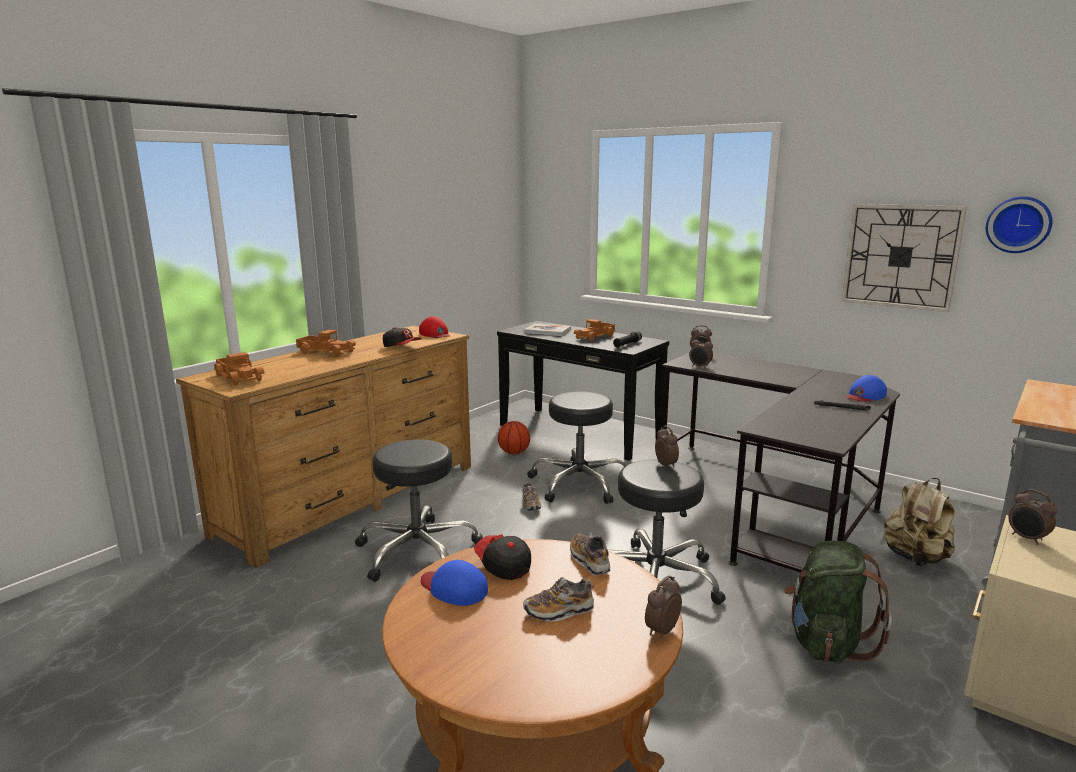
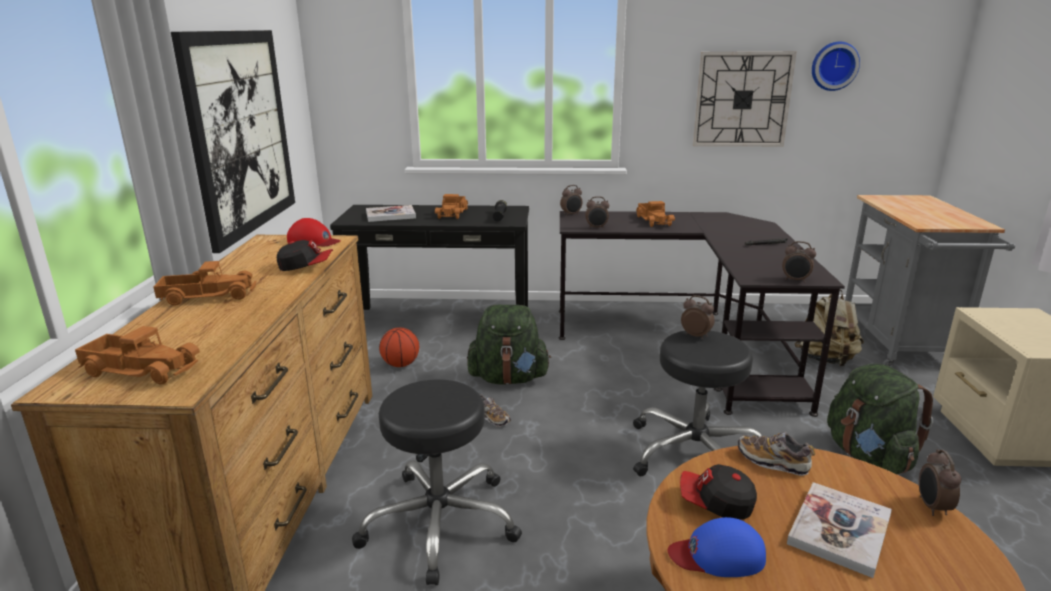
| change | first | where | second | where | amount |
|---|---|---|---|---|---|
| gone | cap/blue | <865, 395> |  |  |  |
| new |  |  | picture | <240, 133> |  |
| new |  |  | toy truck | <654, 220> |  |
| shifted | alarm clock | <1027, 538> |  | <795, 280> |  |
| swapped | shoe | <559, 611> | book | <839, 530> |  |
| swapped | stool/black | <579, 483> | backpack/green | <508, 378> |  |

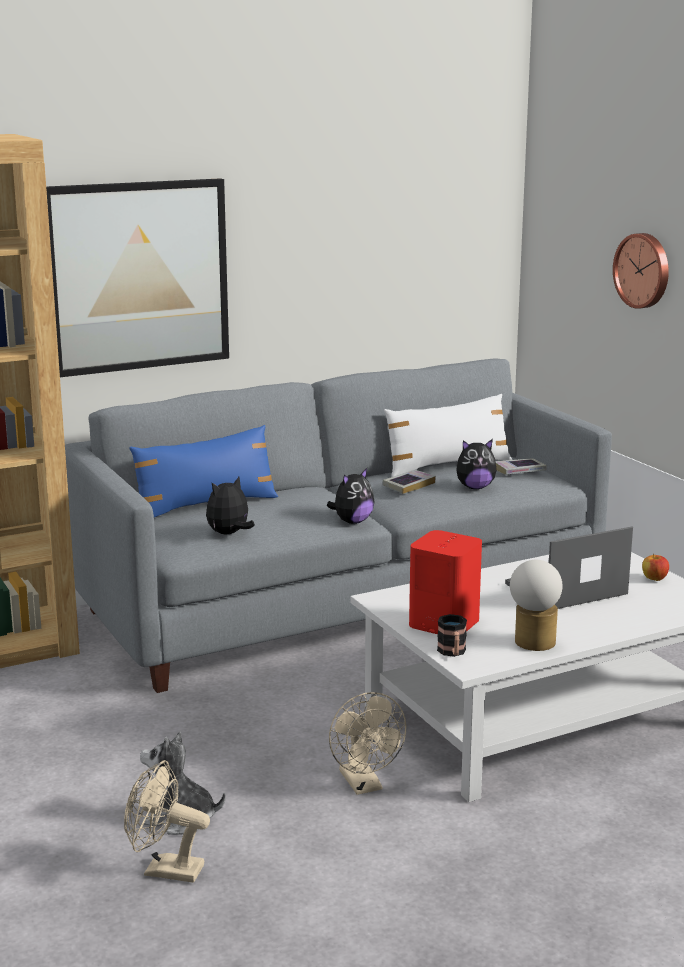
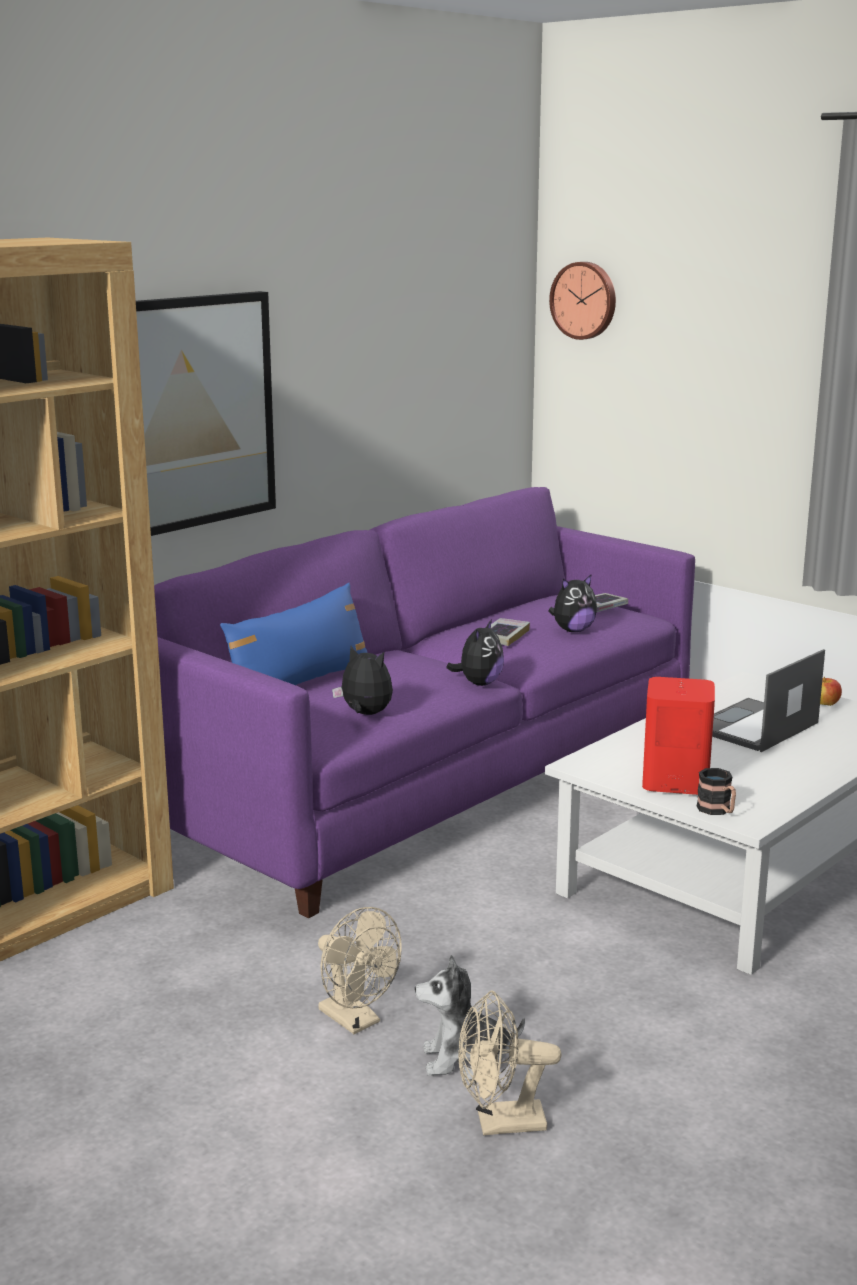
| change | first | where | second | where | amount |
|---|---|---|---|---|---|
| gone | pillow/white | <447, 465> |  |  |  |
| gone | table lamp | <532, 644> |  |  |  |
| shifted | fan/beige | <364, 785> |  | <356, 1021> |  |
| shifted | wall clock | <643, 270> |  | <584, 300> |  |
| repainted | sofa/grey | <342, 602> | sofa/purple | <428, 780> |  |
| rotated | plush toy | <229, 534> |  | <365, 714> | 90 degrees clockwise |

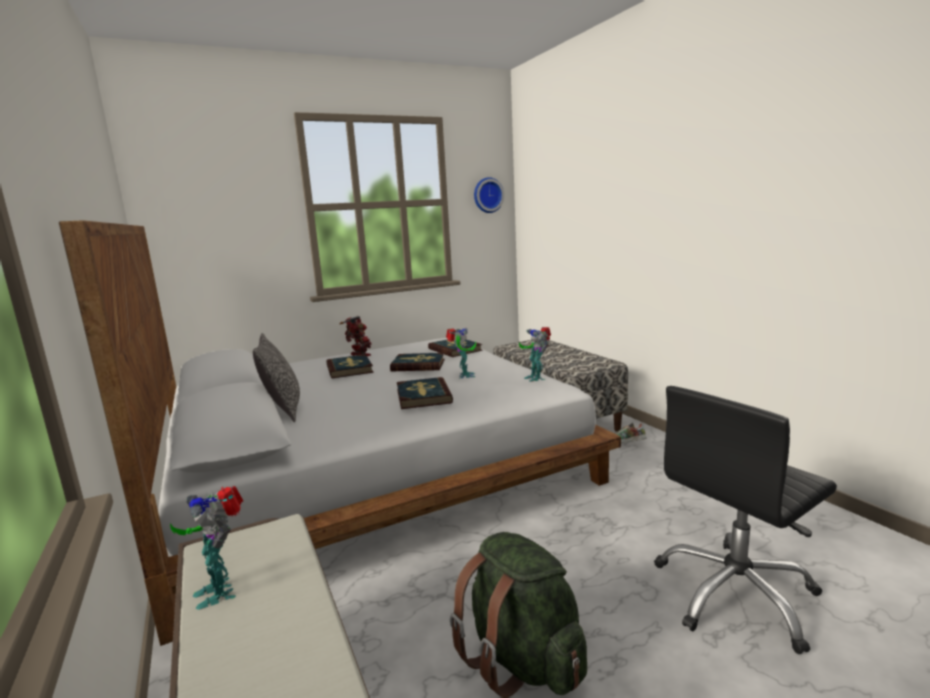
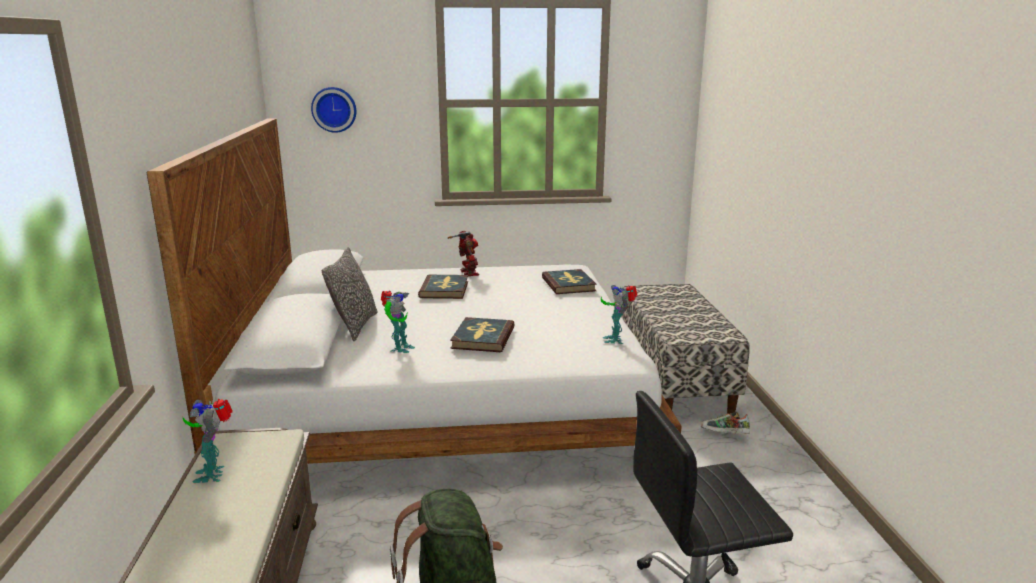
| change | first | where | second | where | amount |
|---|---|---|---|---|---|
| gone | book | <418, 365> |  |  |  |
| shifted | toy robot | <464, 375> |  | <399, 348> |  |
| shifted | wall clock | <487, 195> |  | <334, 109> |  |

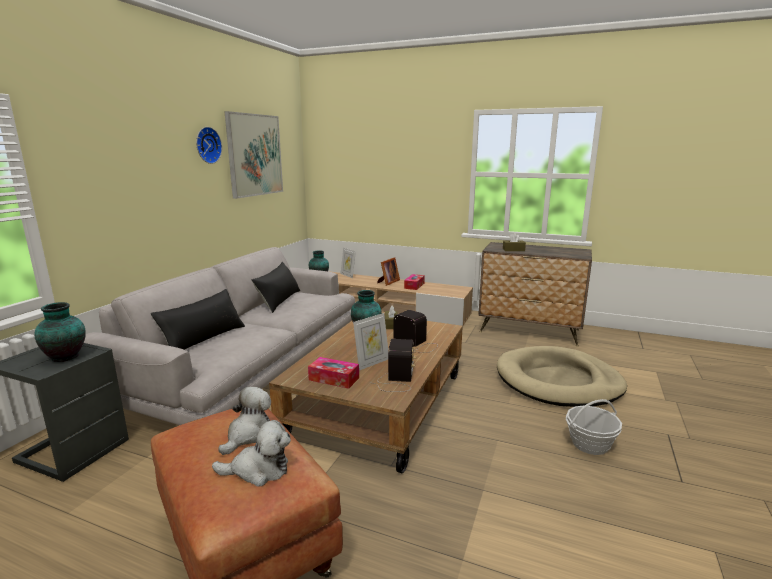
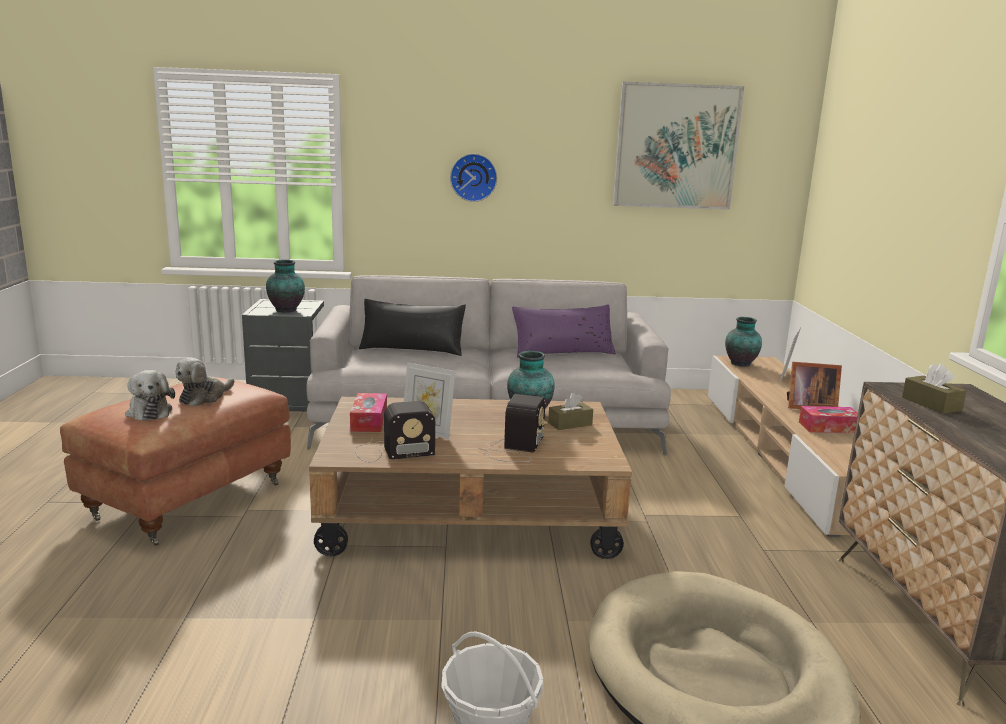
| change | first | where | second | where | amount |
|---|---|---|---|---|---|
| shifted | wall clock | <207, 145> |  | <473, 177> |  |
| repainted | pillow/black | <278, 300> | pillow/purple | <562, 352> |  |
| rotated | plush toy | <248, 435> |  | <204, 397> | 120 degrees clockwise |

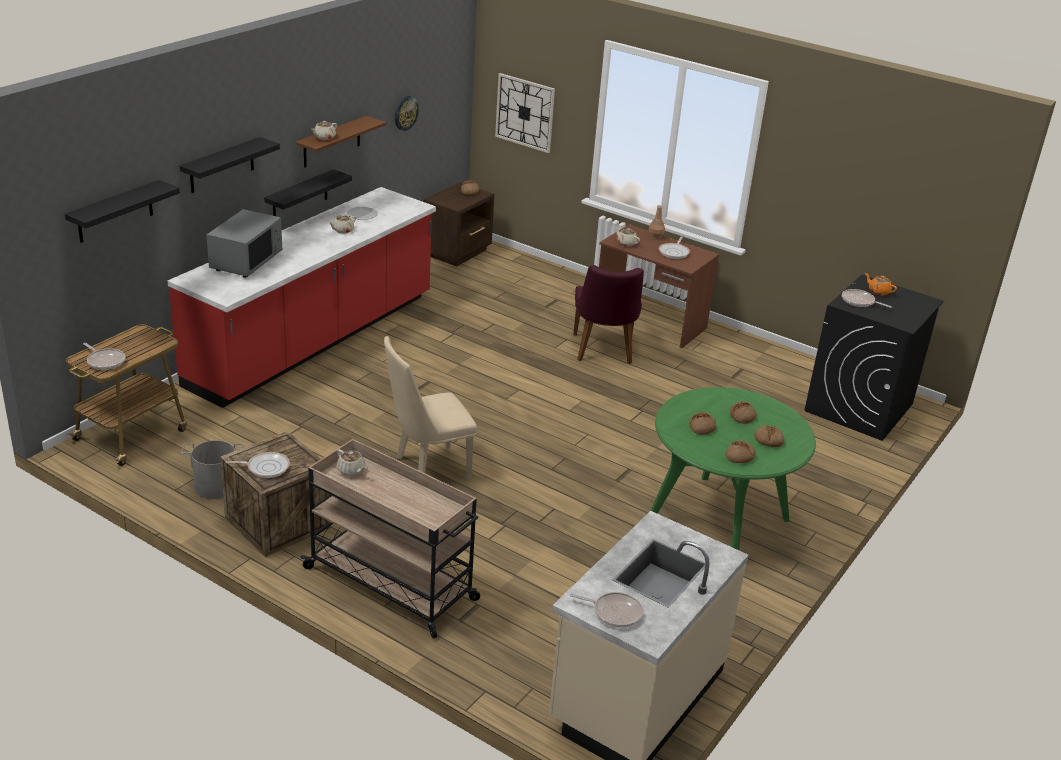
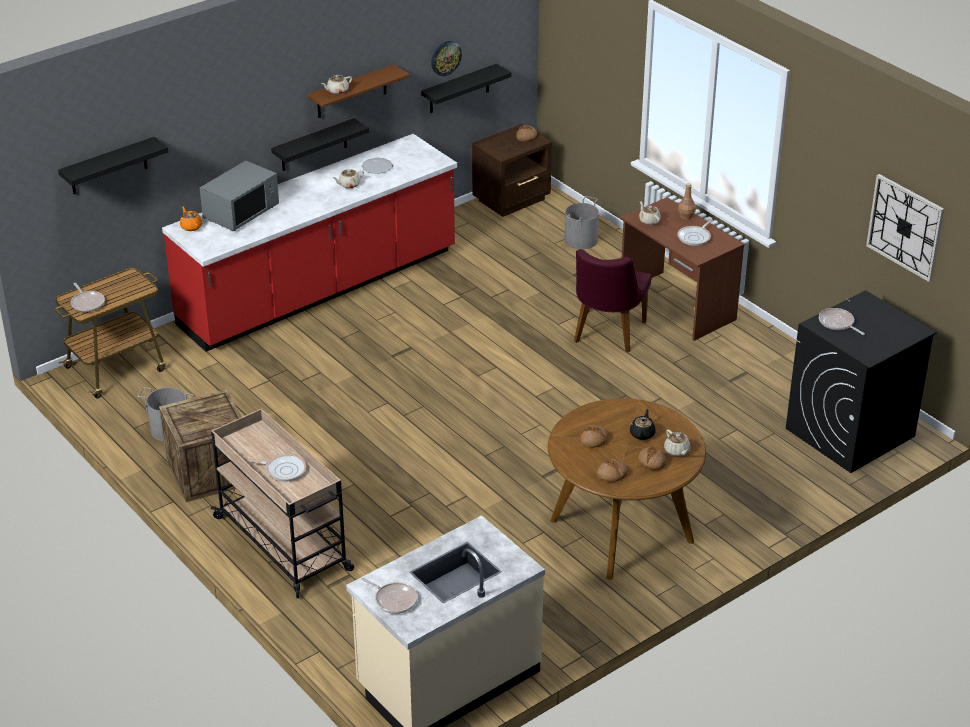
| change | first | where | second | where | amount |
|---|---|---|---|---|---|
| gone | chair/beige | <426, 469> |  |  |  |
| new |  |  | bucket/grey | <581, 240> |  |
| shifted | shelf/black | <222, 165> |  | <459, 89> |  |
| shifted | frying pan | <265, 467> |  | <283, 470> |  |
| shifted | teapot/beige | <351, 471> |  | <677, 451> |  |
| shifted | wall clock | <525, 112> |  | <905, 227> |  |
| shifted | teapot/orange | <878, 291> |  | <191, 226> |  |
| swapped | bread | <742, 416> | teapot/black | <642, 434> |  |
| repainted | dining table/green | <718, 519> | dining table/brown | <621, 530> |  |

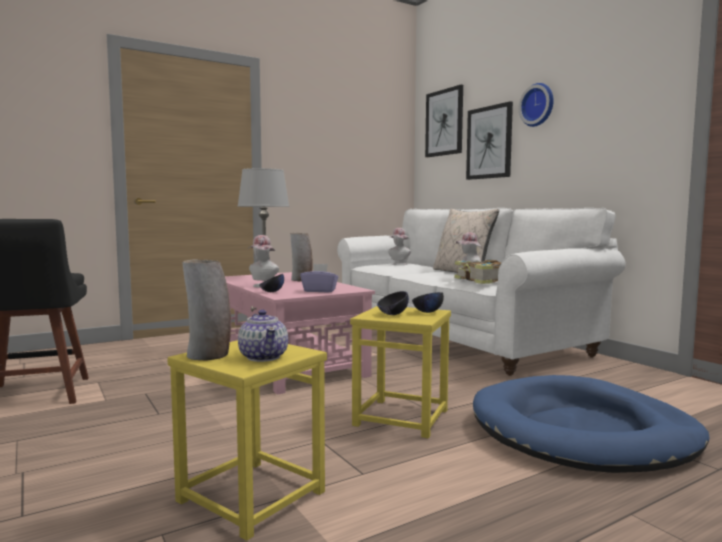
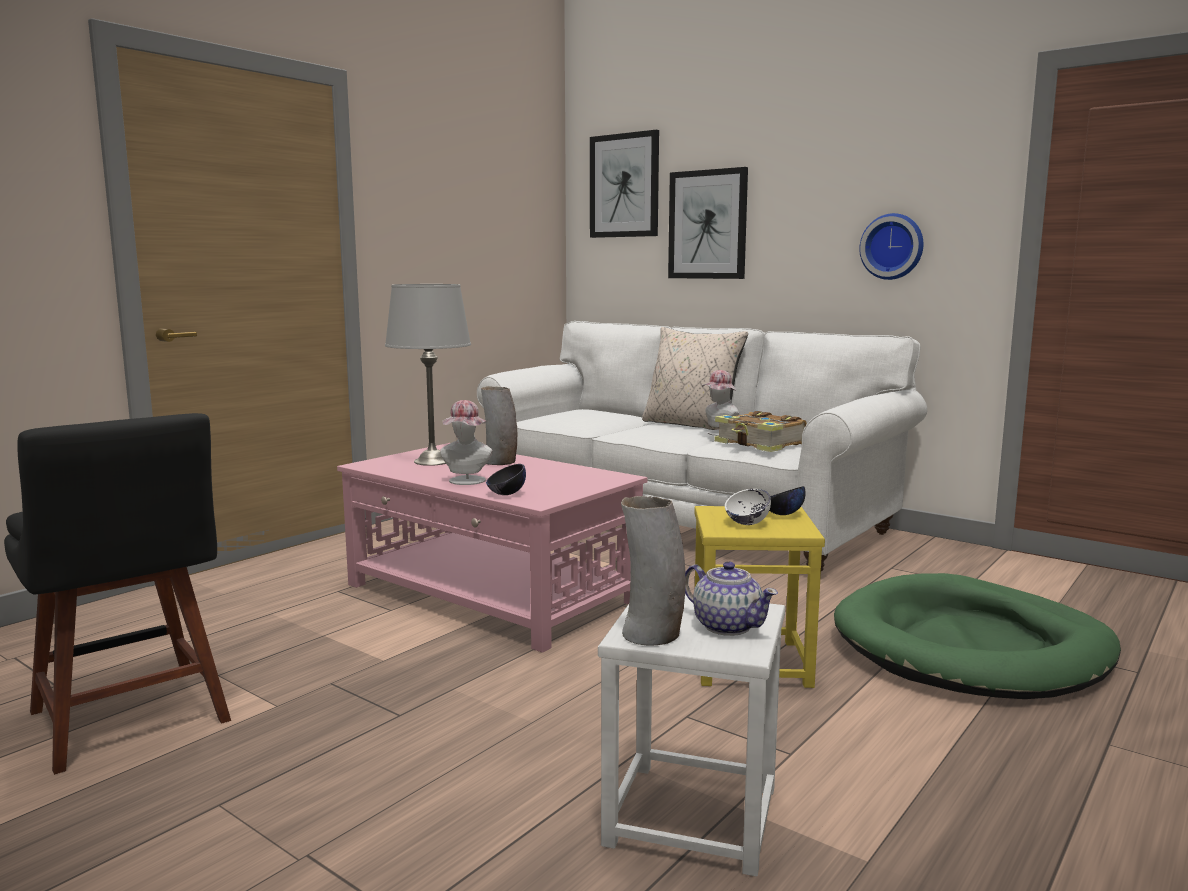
| change | first | where | second | where | amount |
|---|---|---|---|---|---|
| gone | tissue box/purple | <319, 291> |  |  |  |
| gone | hat | <398, 264> |  |  |  |
| shifted | wall clock | <538, 105> |  | <893, 246> |  |
| repainted | stool/yellow | <250, 497> | stool/white | <691, 817> |  |
| repainted | bowl/black | <392, 314> | bowl/white | <747, 524> |  |
| repainted | dog bed/blue | <582, 431> | dog bed/green | <971, 647> |  |

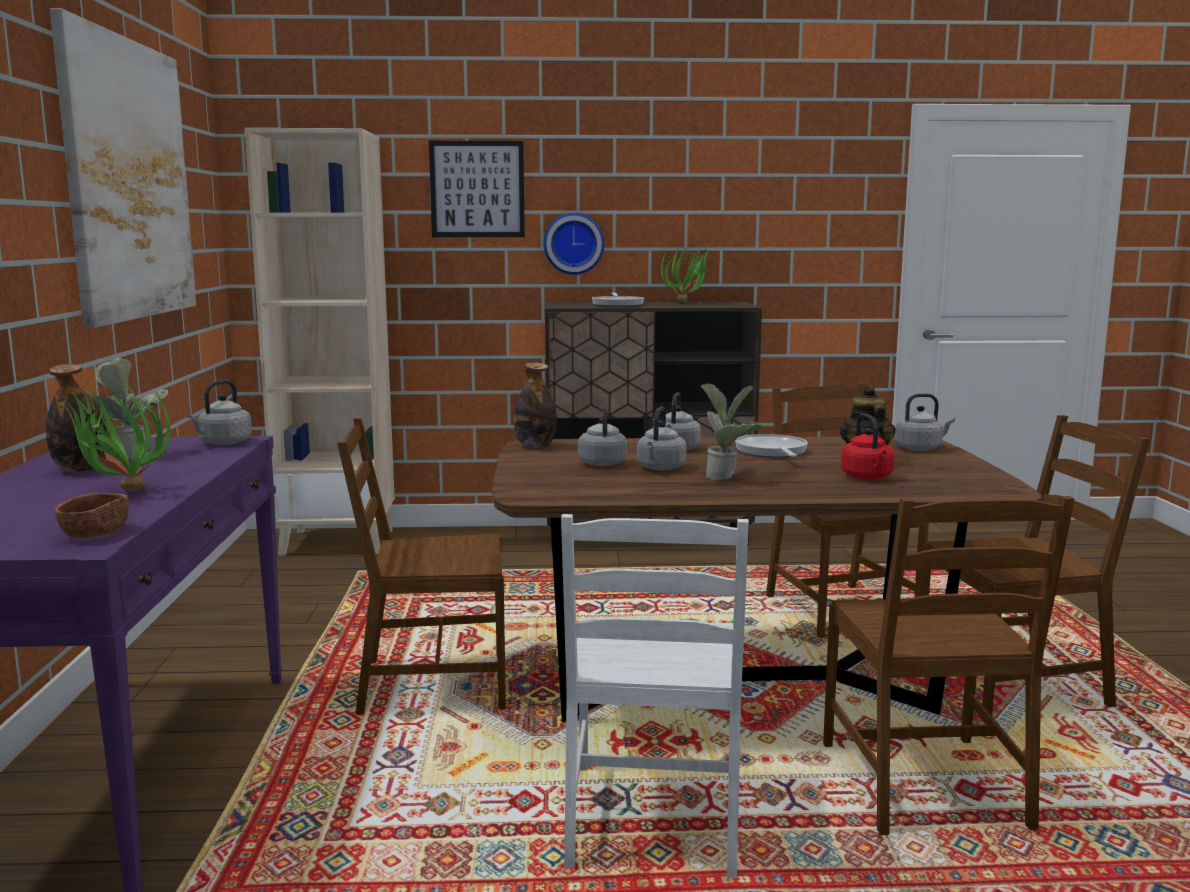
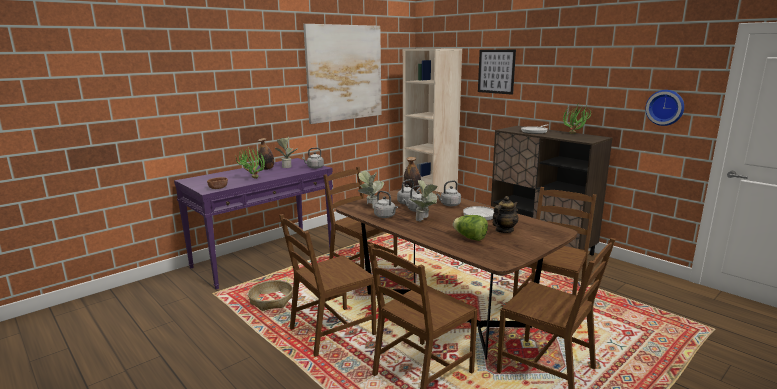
| change | first | where | second | where | amount |
|---|---|---|---|---|---|
| new |  |  | basket | <271, 301> |  |
| new |  |  | potted plant | <370, 206> |  |
| shifted | wall clock | <573, 243> |  | <665, 107> |  |
| shifted | kettle/grey | <920, 448> |  | <385, 216> |  |
| swapped | kettle/red | <868, 477> | lettuce | <470, 238> |  |
| repainted | chair/white | <654, 820> | chair/brown | <331, 331> |  |

